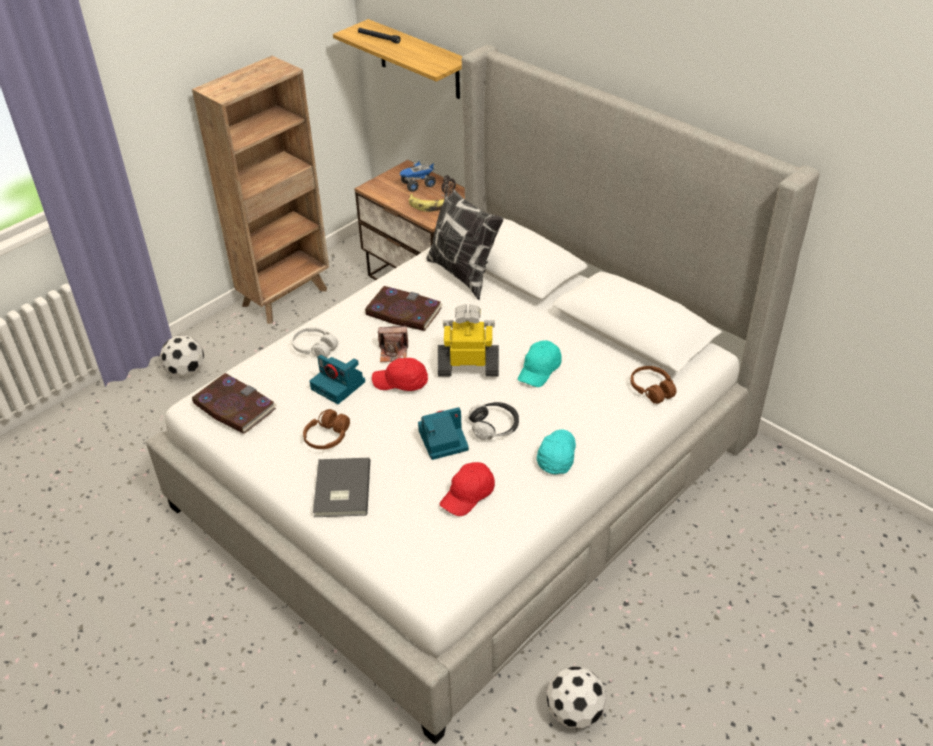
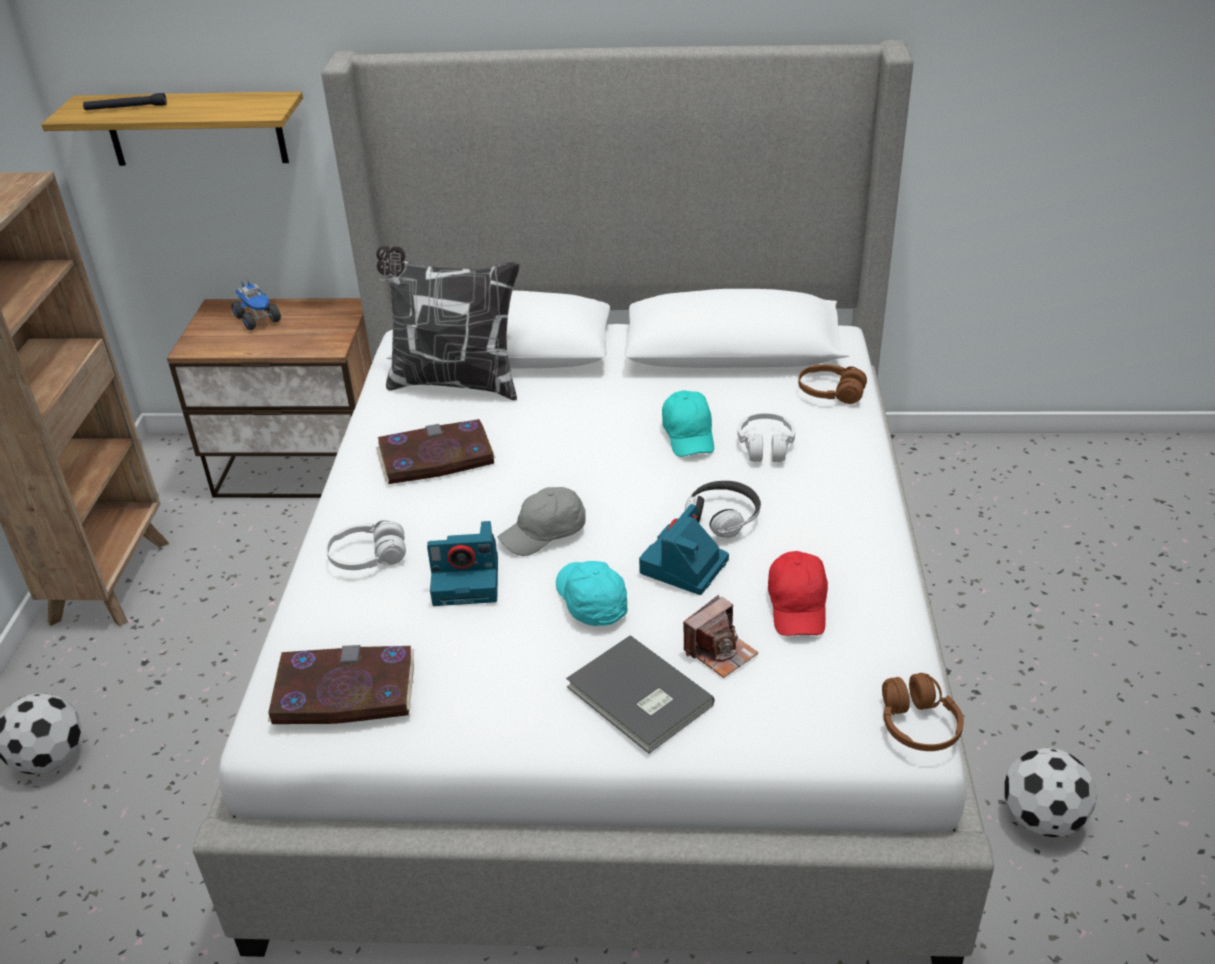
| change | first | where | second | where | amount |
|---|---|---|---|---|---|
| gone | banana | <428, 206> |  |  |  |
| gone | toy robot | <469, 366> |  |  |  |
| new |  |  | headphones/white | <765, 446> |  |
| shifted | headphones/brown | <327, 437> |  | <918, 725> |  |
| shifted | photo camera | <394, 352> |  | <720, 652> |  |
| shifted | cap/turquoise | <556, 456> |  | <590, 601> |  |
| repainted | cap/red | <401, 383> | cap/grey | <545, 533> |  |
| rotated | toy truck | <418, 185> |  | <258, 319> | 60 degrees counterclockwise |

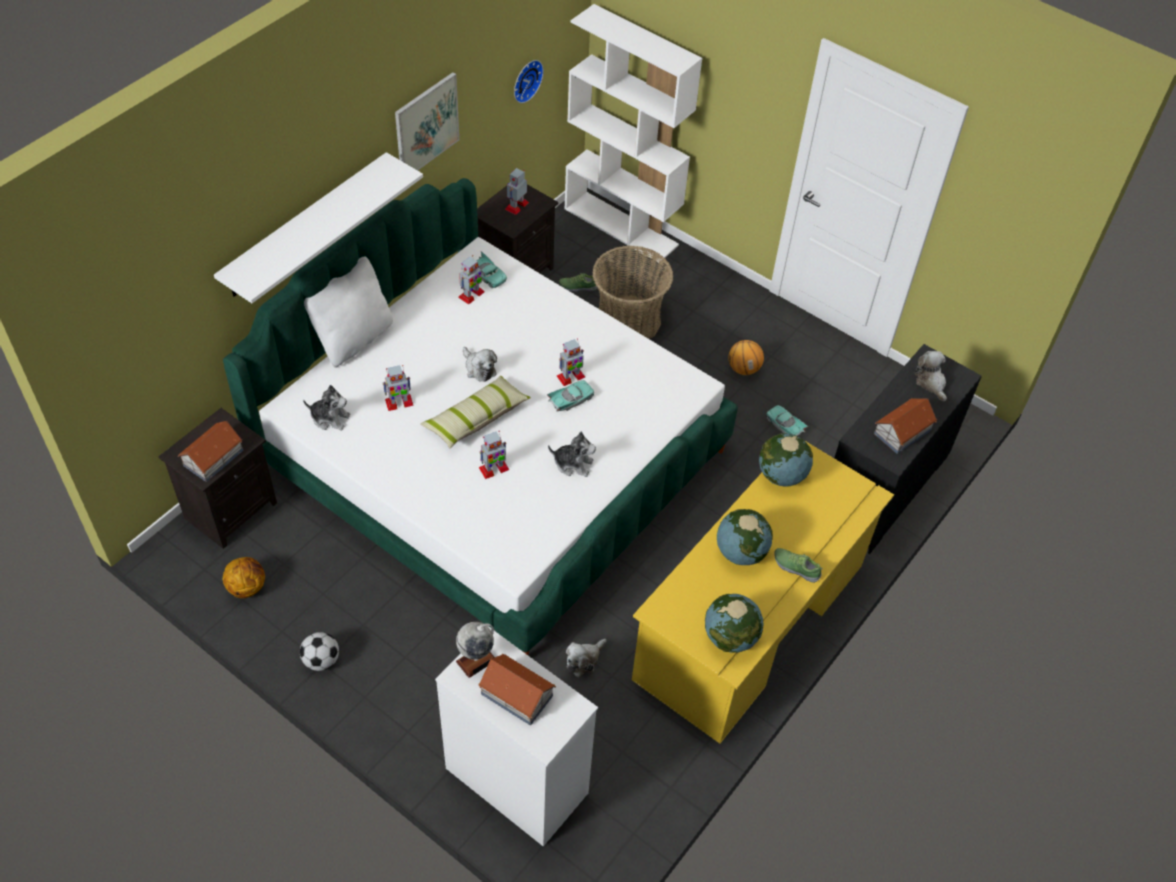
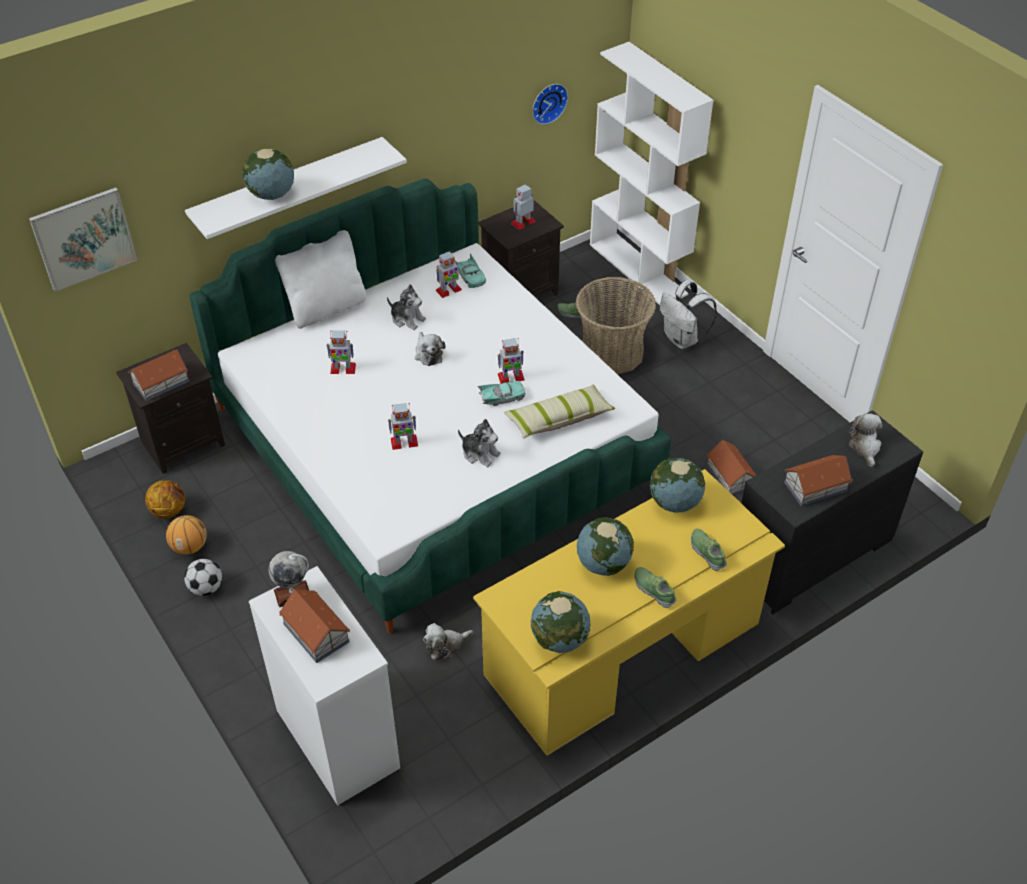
| change | first | where | second | where | amount |
|---|---|---|---|---|---|
| new |  |  | globe | <271, 195> |  |
| new |  |  | backpack/white | <682, 339> |  |
| new |  |  | shoe | <707, 552> |  |
| shifted | plush toy | <330, 418> |  | <407, 319> |  |
| shifted | picture | <426, 125> |  | <84, 238> |  |
| shifted | pillow | <476, 418> |  | <559, 419> |  |
| shifted | basketball | <743, 369> |  | <190, 547> |  |
| swapped | toy car/turquoise | <784, 426> | toy house | <730, 476> |  |

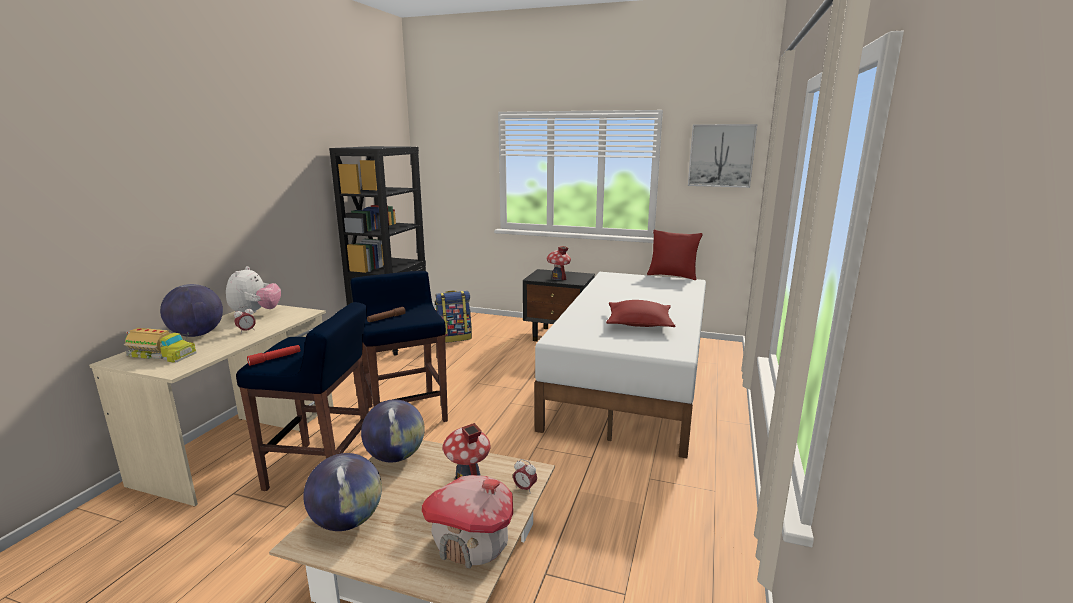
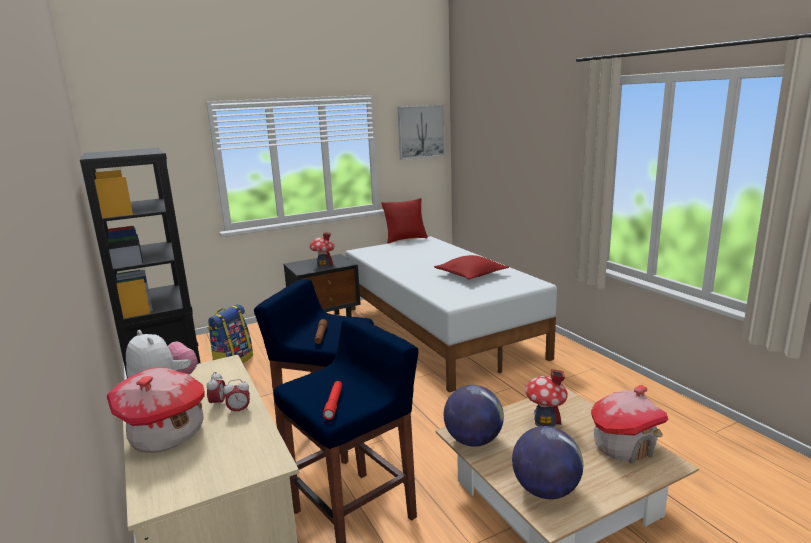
| change | first | where | second | where | amount |
|---|---|---|---|---|---|
| gone | toy truck | <160, 355> |  |  |  |
| shifted | alarm clock | <525, 489> |  | <239, 411> |  |
| swapped | globe | <197, 335> | toy house | <166, 434> |  |

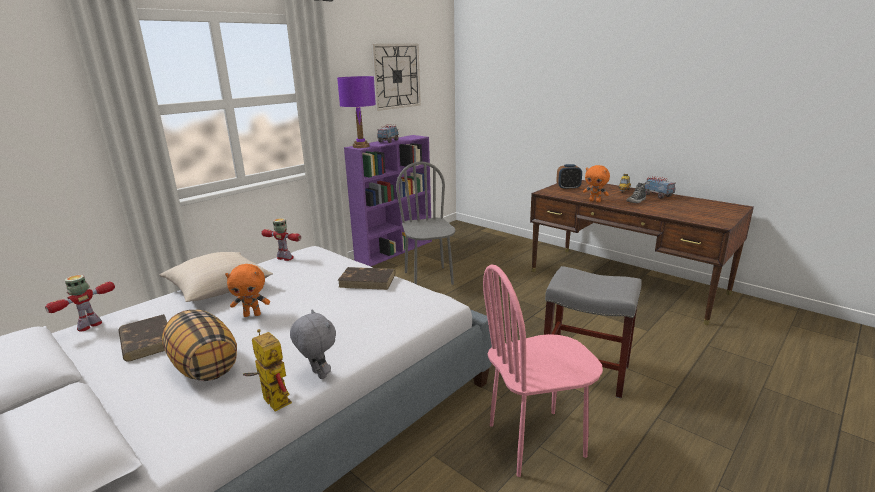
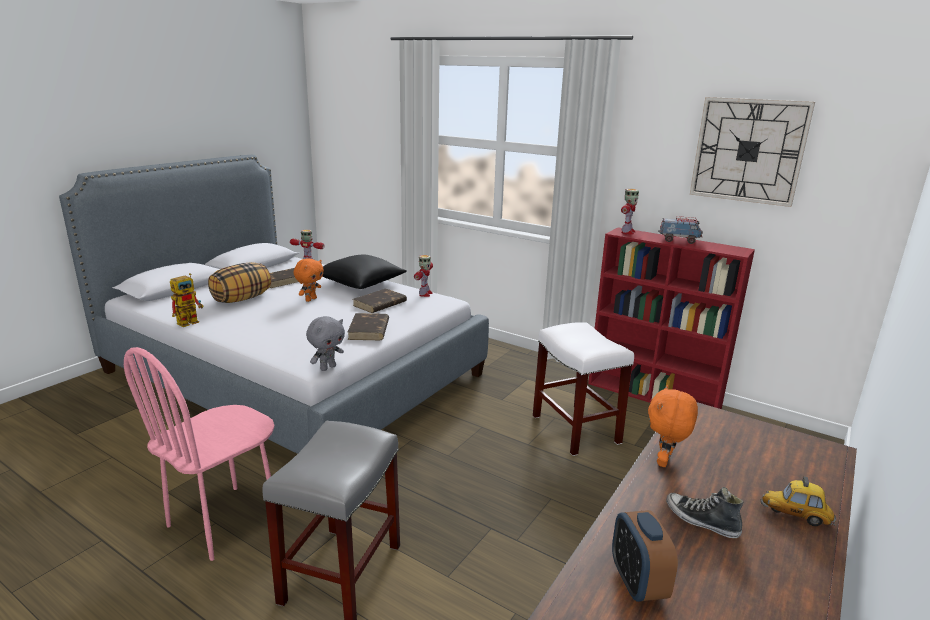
| change | first | where | second | where | amount |
|---|---|---|---|---|---|
| gone | toy truck | <657, 195> |  |  |  |
| new |  |  | book/brown | <379, 304> |  |
| shifted | plush toy/grey | <318, 374> |  | <327, 367> |  |
| shifted | alarm clock | <568, 188> |  | <637, 583> |  |
| swapped | table lamp/purple | <361, 146> | toy robot | <627, 232> |  |
| swapped | chair/grey | <429, 278> | stool/white | <576, 429> |  |
| repainted | pillow/beige | <218, 288> | pillow/black | <360, 283> |  |
| repainted | bookcase/purple | <395, 250> | bookcase/red | <654, 395> |  |
| rotated | plush toy/orange | <252, 314> |  | <310, 299> | 135 degrees counterclockwise |
| rotated | chair/pink | <536, 441> |  | <223, 520> | 120 degrees counterclockwise |

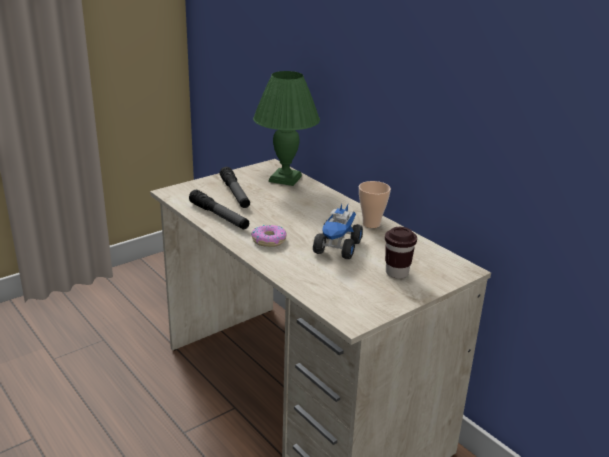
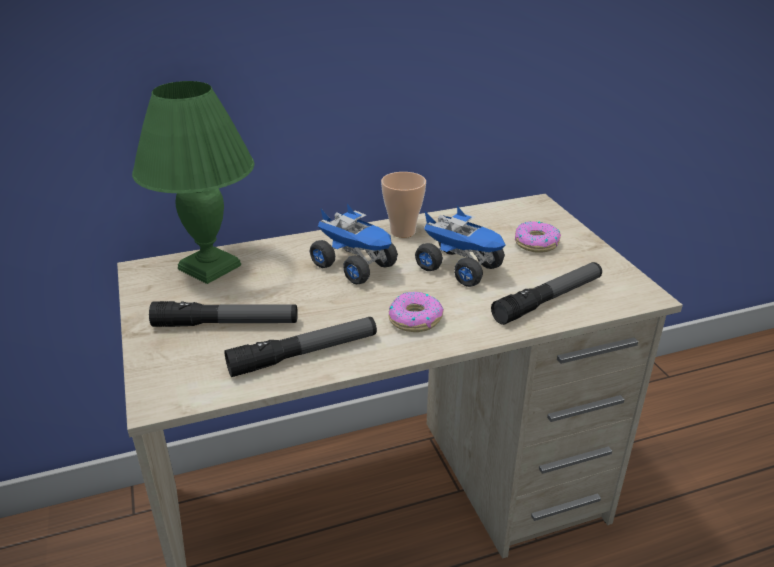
| change | first | where | second | where | amount |
|---|---|---|---|---|---|
| new |  |  | toy truck | <355, 266> |  |
| new |  |  | flashlight | <548, 300> |  |
| swapped | cup/brown | <397, 273> | donut | <536, 243> |  |

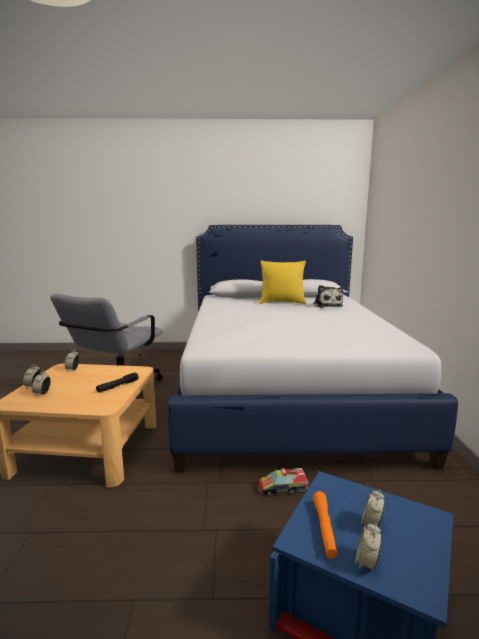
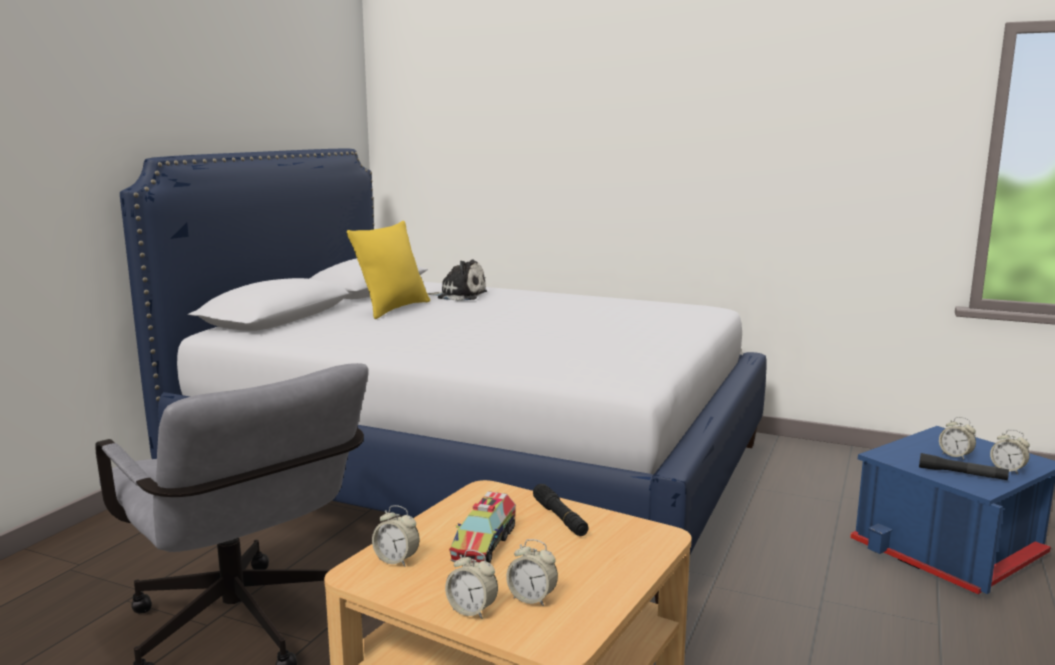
| change | first | where | second | where | amount |
|---|---|---|---|---|---|
| shifted | toy truck | <283, 488> |  | <484, 543> |  |
| repainted | flashlight/orange | <324, 528> | flashlight/black | <962, 474> |  |

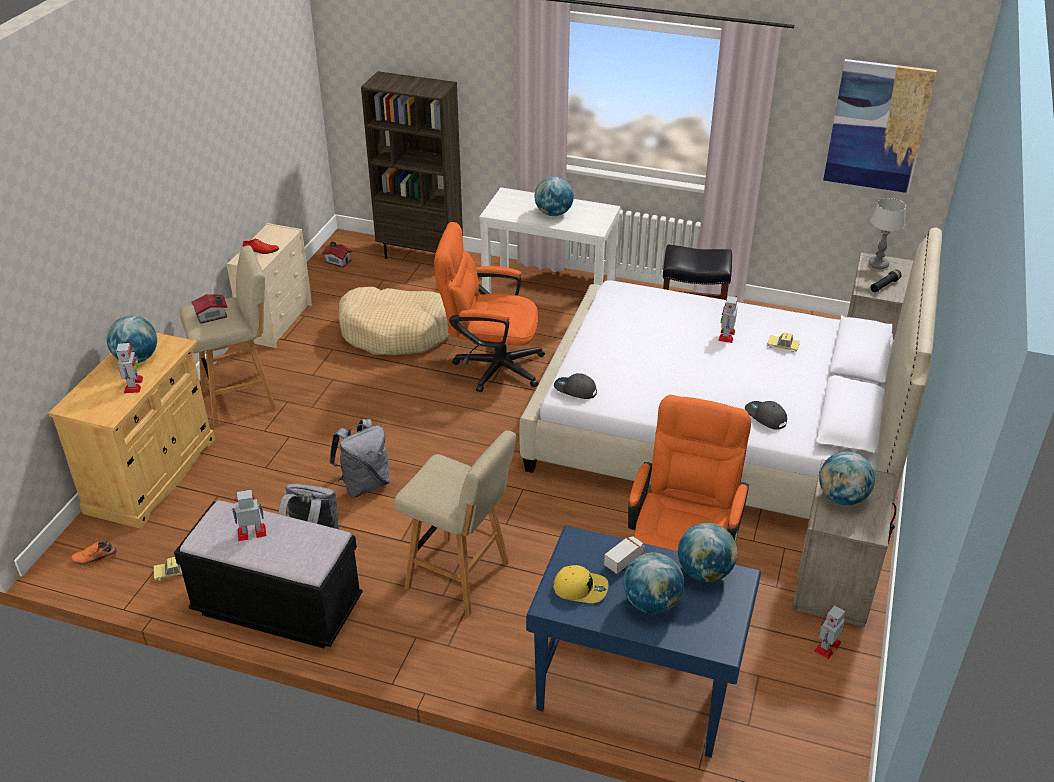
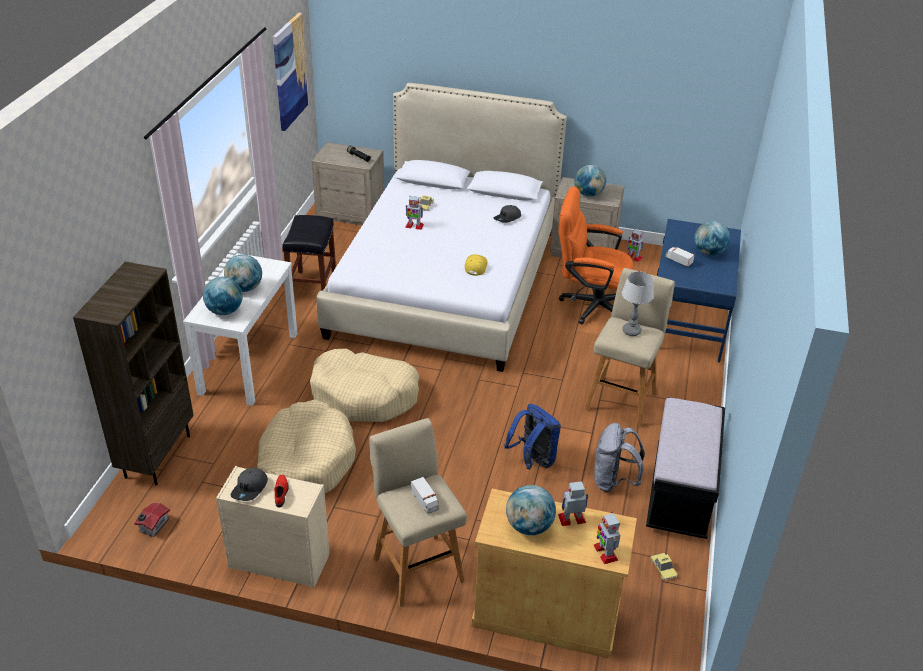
| change | first | where | second | where | amount |
|---|---|---|---|---|---|
| gone | shoe/orange | <95, 559> |  |  |  |
| shifted | toy robot | <252, 532> |  | <605, 552> |  |
| shifted | cap/yellow | <580, 588> |  | <475, 266> |  |
| shifted | cap/grey | <575, 390> |  | <250, 488> |  |
| shifted | globe | <704, 572> |  | <225, 311> |  |
| shifted | table lamp | <878, 265> |  | <632, 331> |  |
| swapped | toy house | <212, 316> | toy truck | <425, 501> |  |
| swapped | office chair/orange | <490, 366> | dog bed/beige | <364, 395> |  |
| repainted | backpack/grey | <364, 484> | backpack/blue | <533, 460> |  |

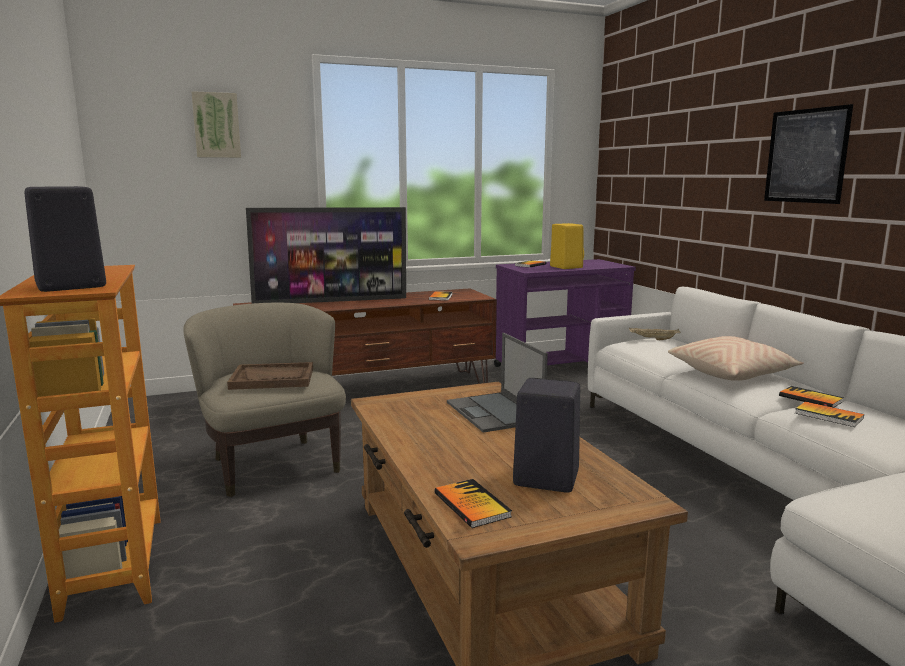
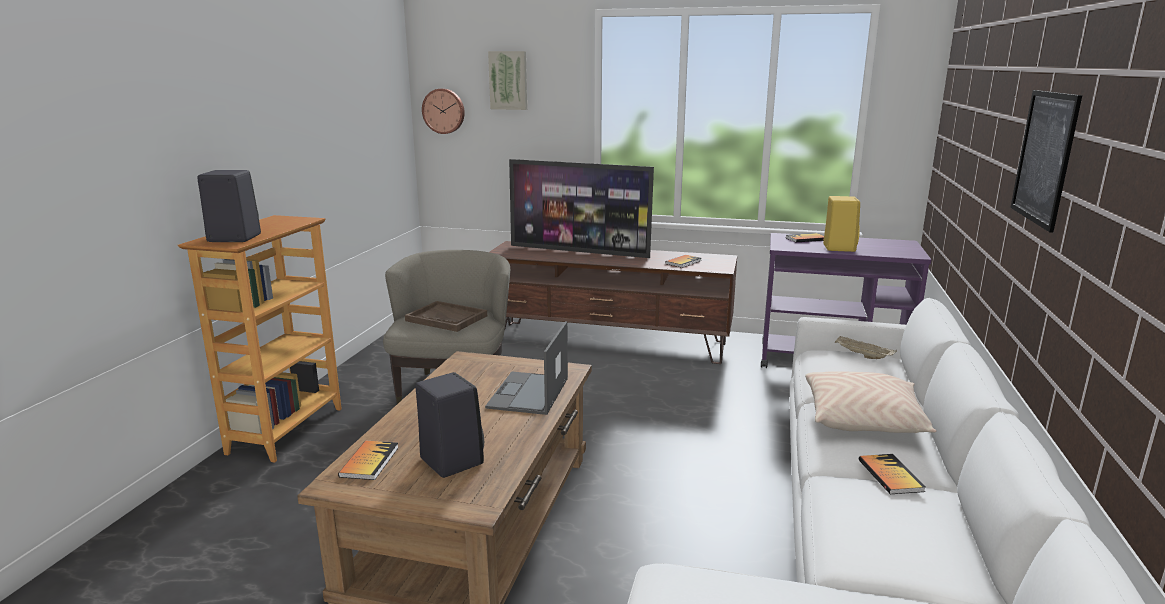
| change | first | where | second | where | amount |
|---|---|---|---|---|---|
| gone | book | <828, 416> |  |  |  |
| new |  |  | wall clock | <444, 111> |  |

